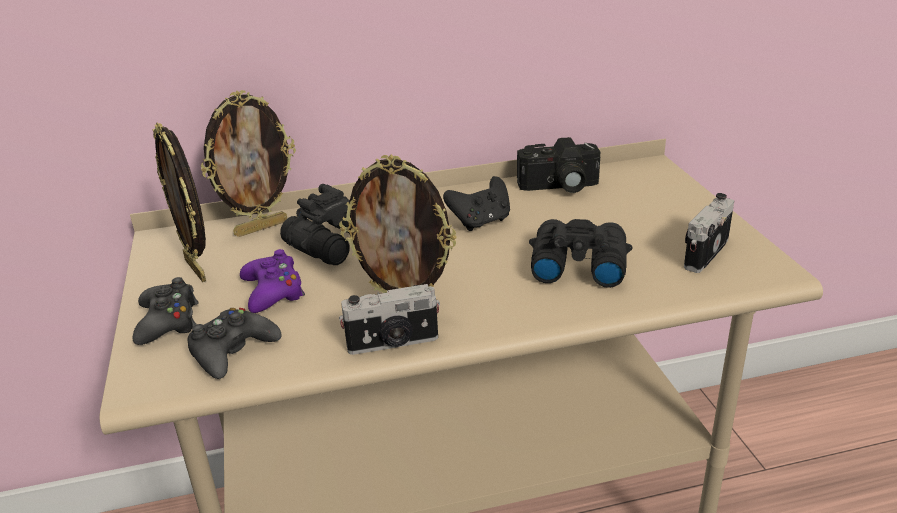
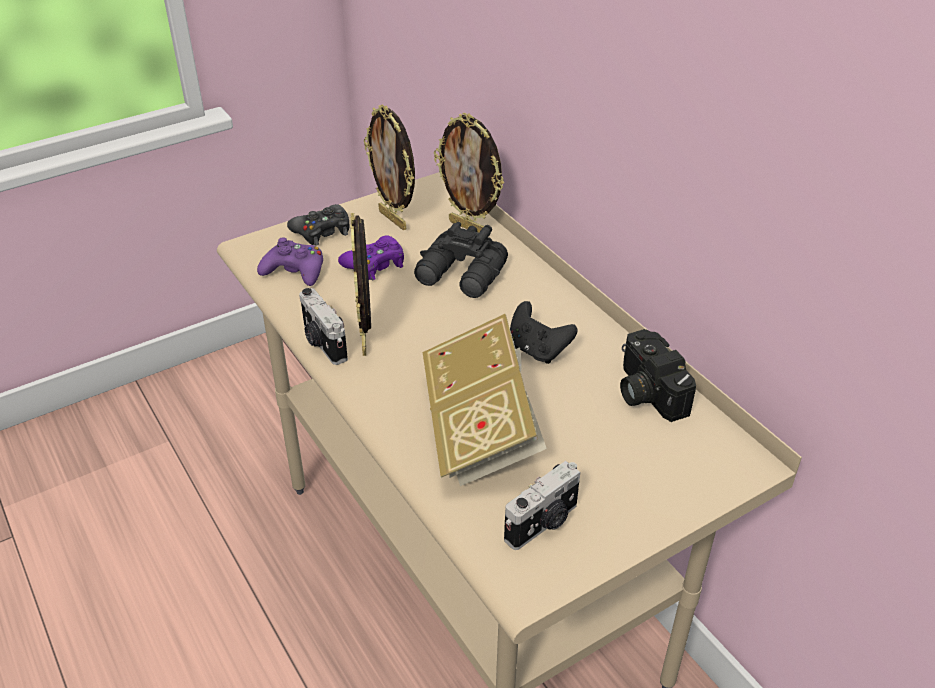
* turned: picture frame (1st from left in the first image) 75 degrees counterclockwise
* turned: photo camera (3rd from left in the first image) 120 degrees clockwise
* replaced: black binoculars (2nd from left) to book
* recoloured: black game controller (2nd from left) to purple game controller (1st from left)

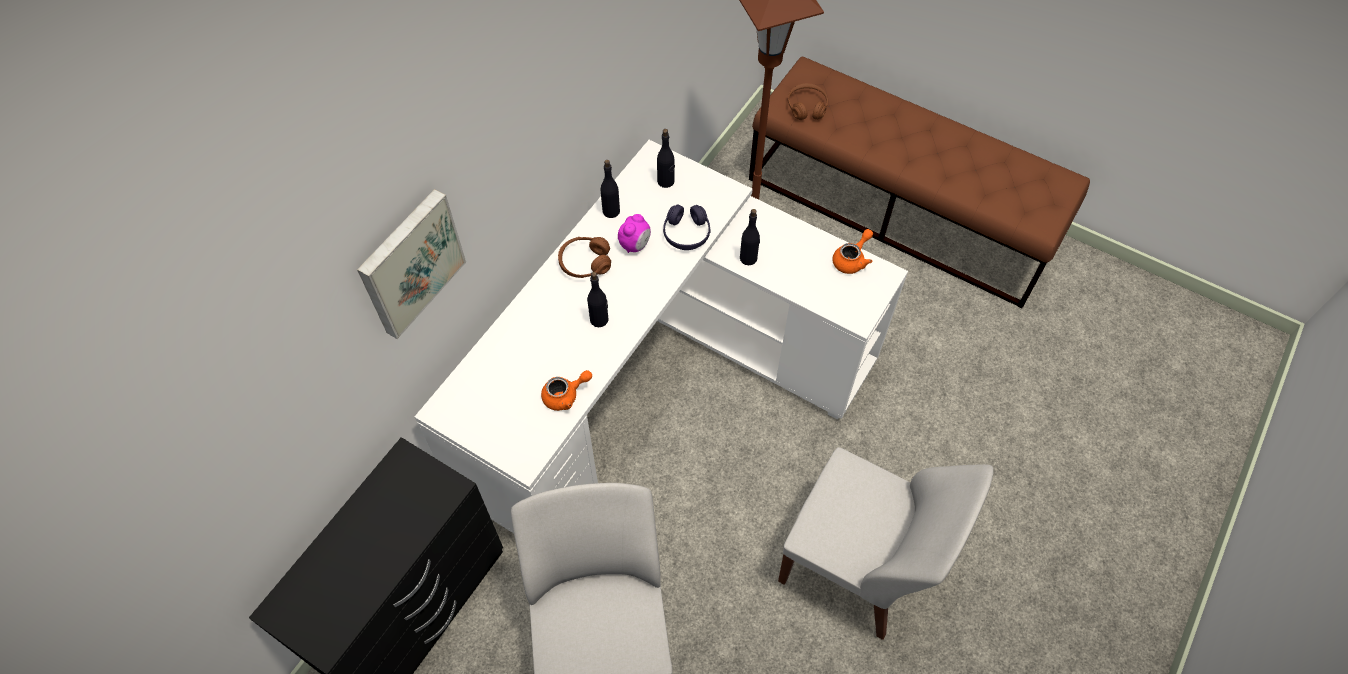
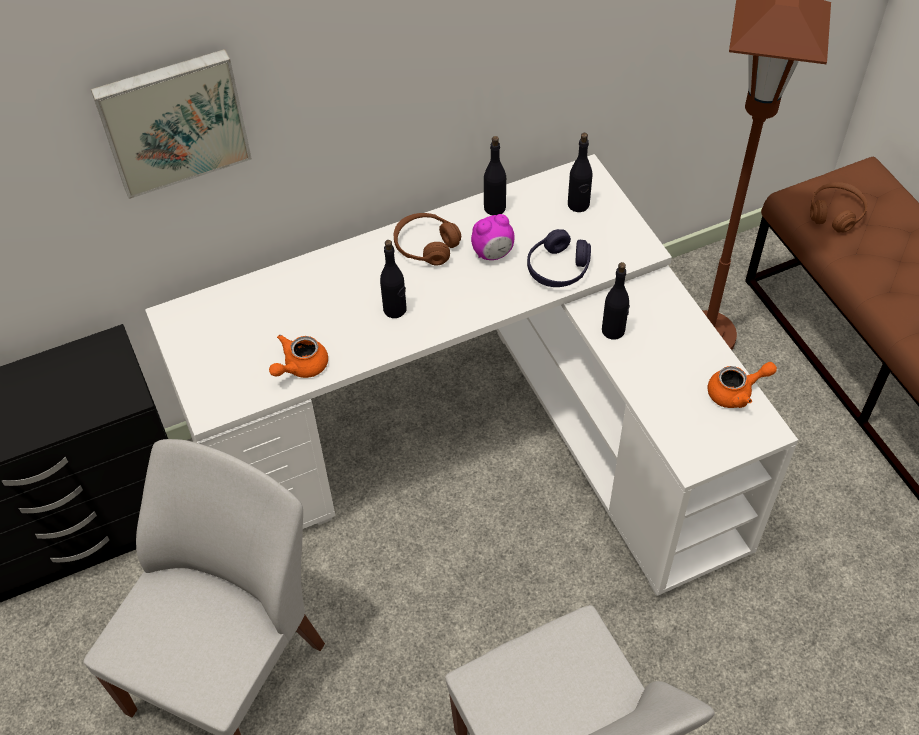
* turned: orange teapot (1st from left) 120 degrees clockwise

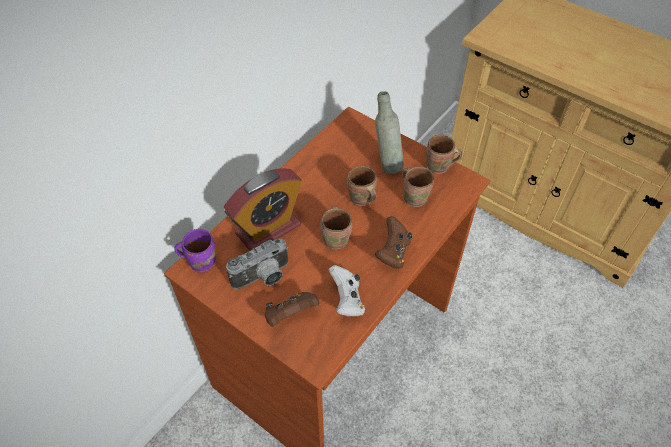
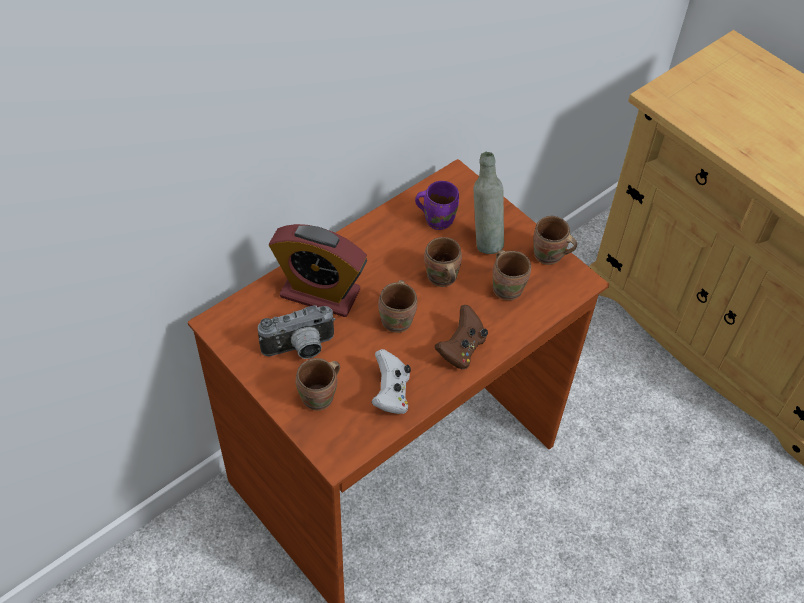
* turned: alarm clock 45 degrees clockwise
* moved: purple mug
* replaced: brown game controller (1st from left) to brown mug (1st from left)

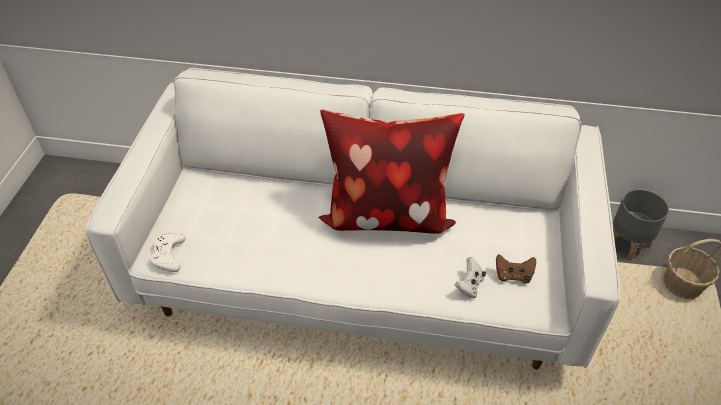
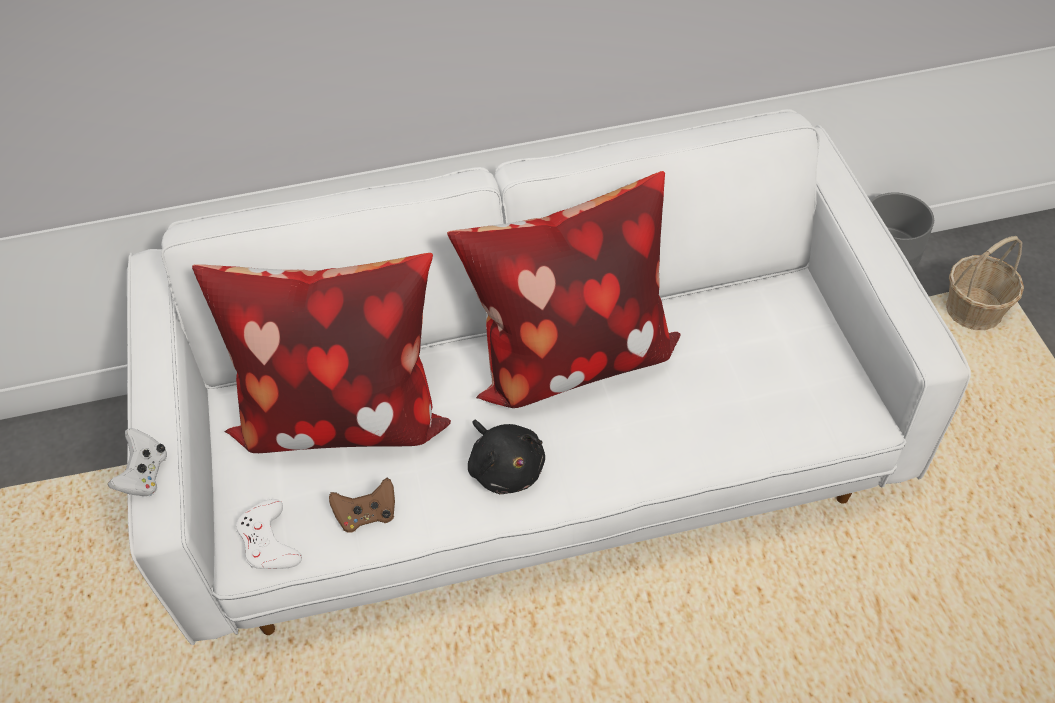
* moved: brown game controller
* moved: white game controller (2nd from left in the first image) to white game controller (1st from left)
* added: pillow (1st from left)
* added: black plush toy

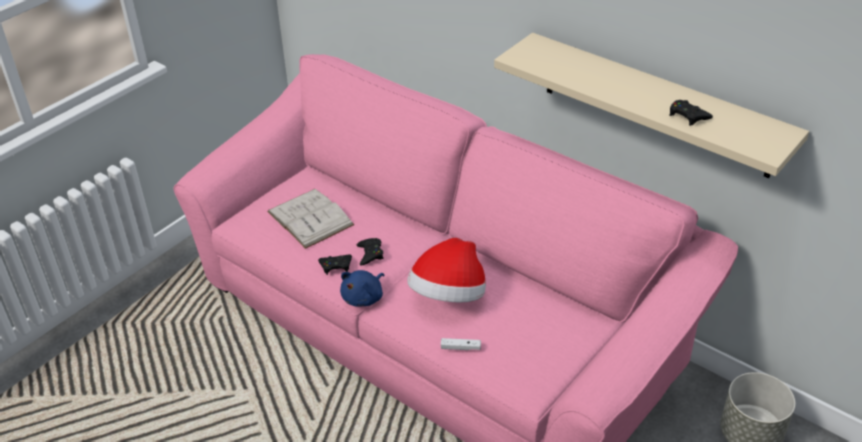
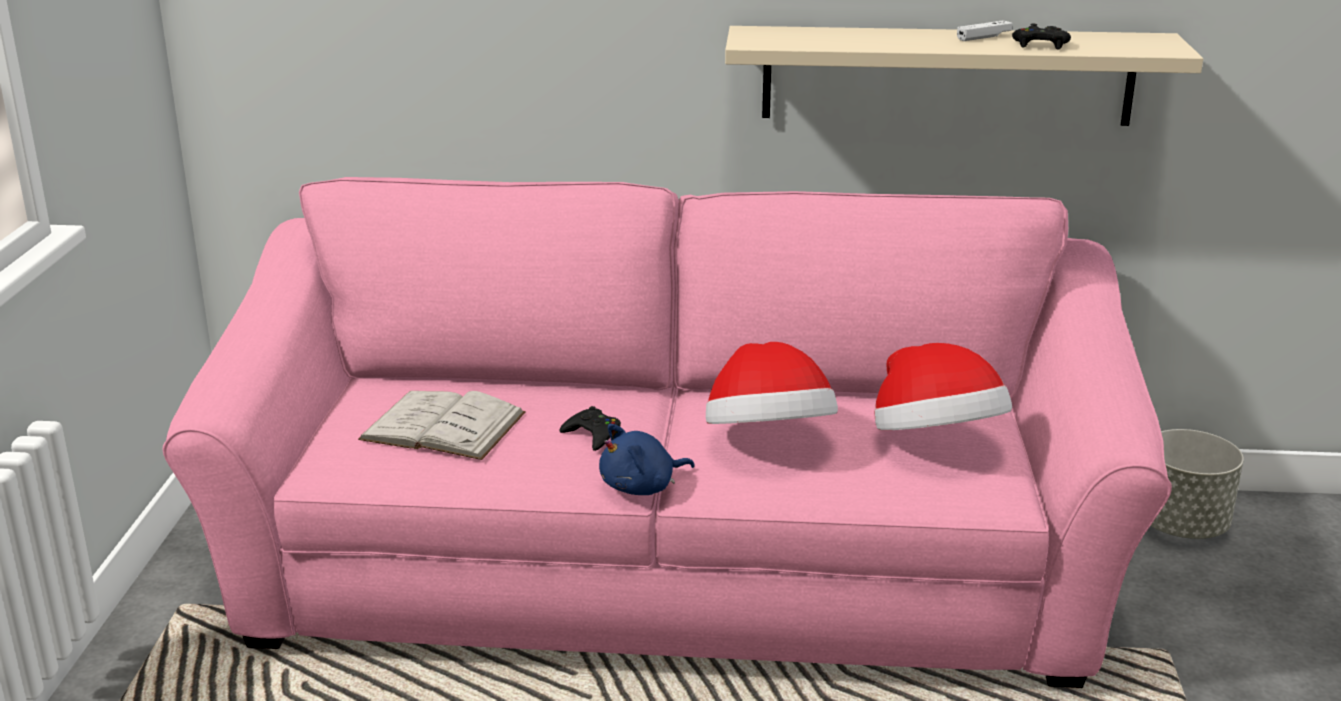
* removed: black game controller (1st from left)
* turned: blue plush toy 60 degrees clockwise
* moved: white game controller
* added: hat (2nd from left)

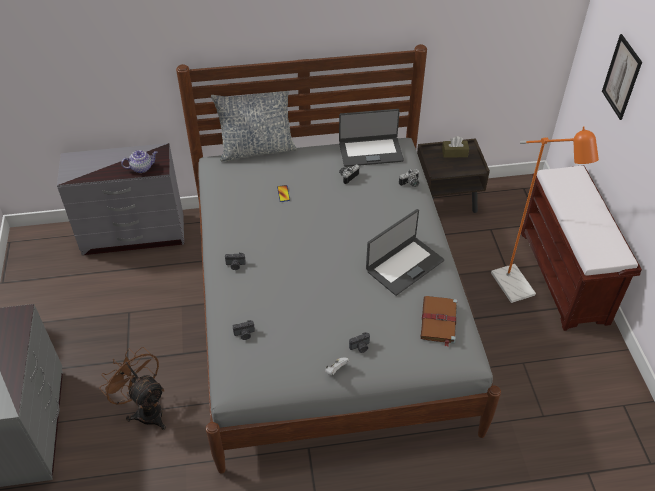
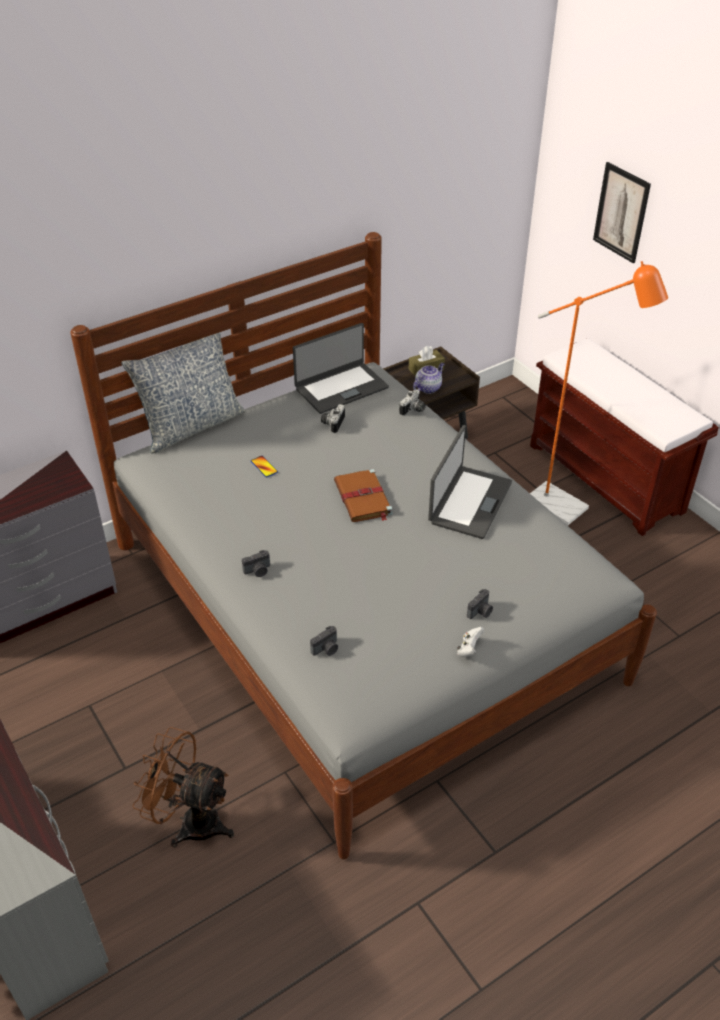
* moved: teapot
* moved: brown book

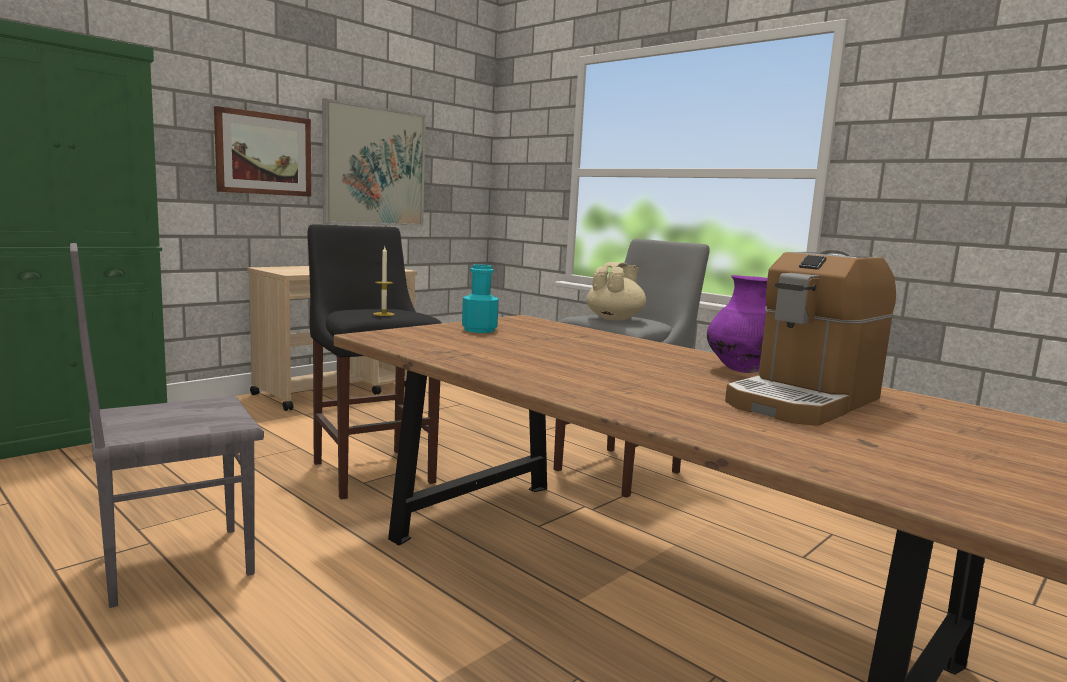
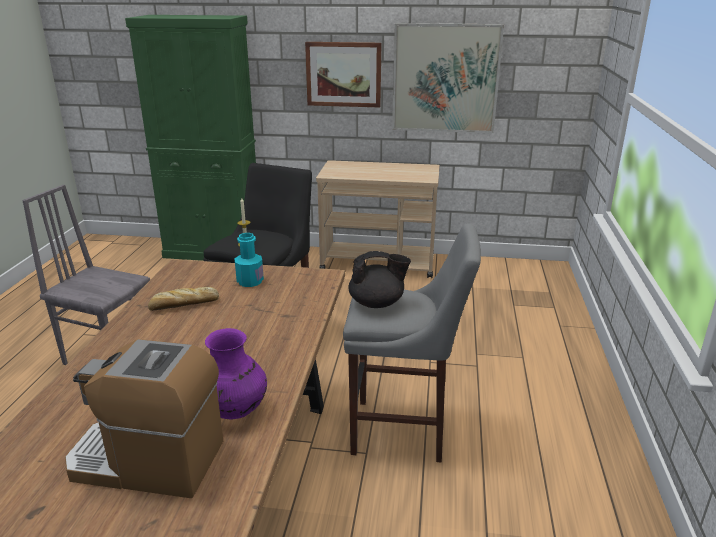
* recoloured: beige teapot to black teapot
* added: bread

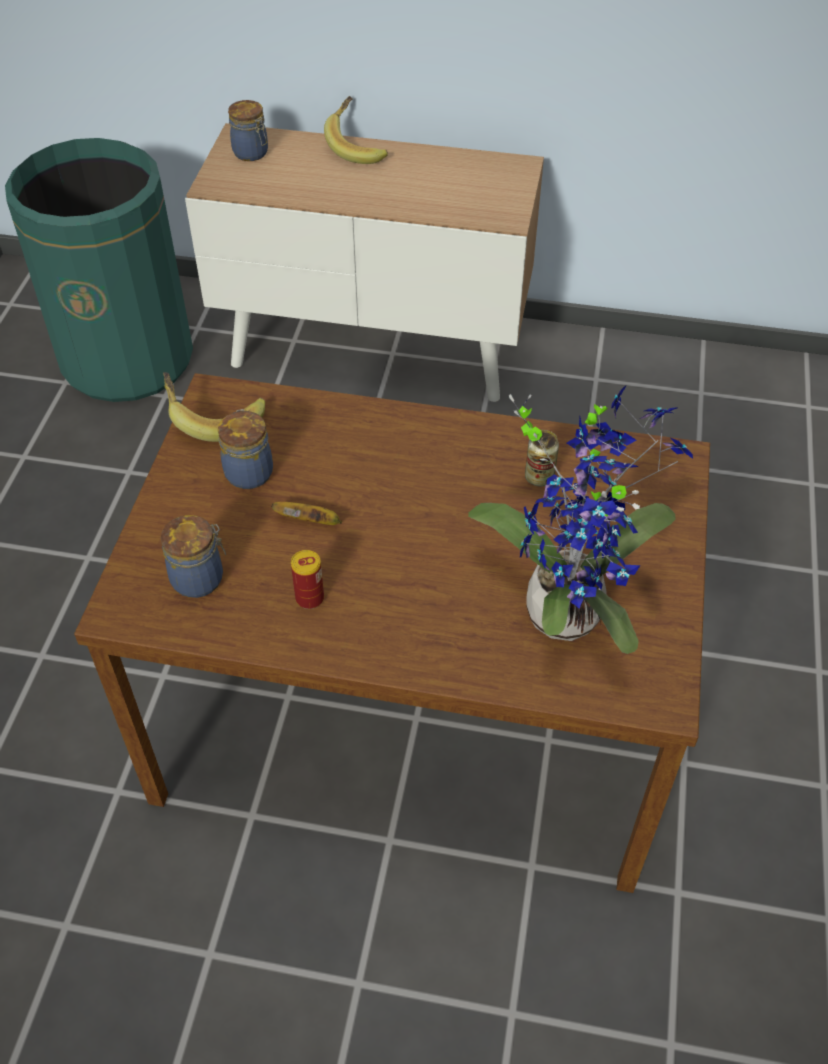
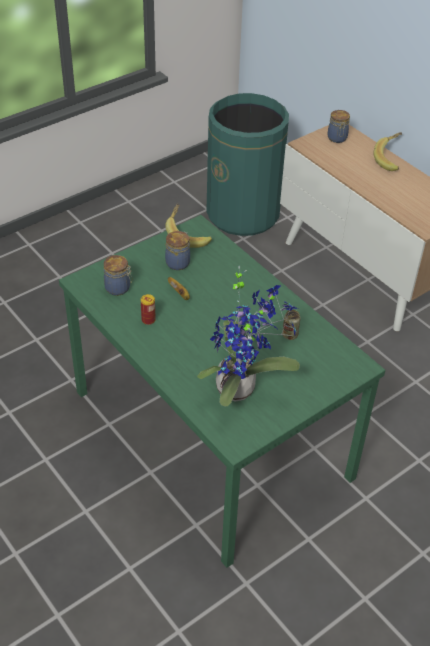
* recoloured: brown dining table to green dining table

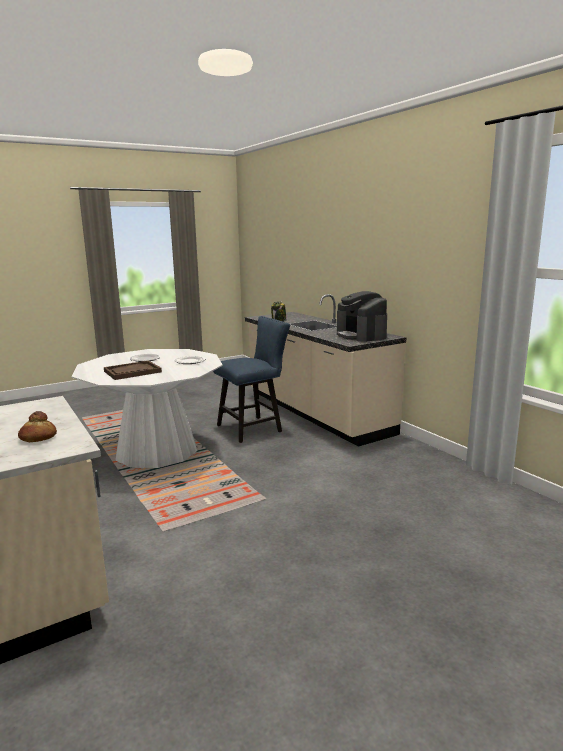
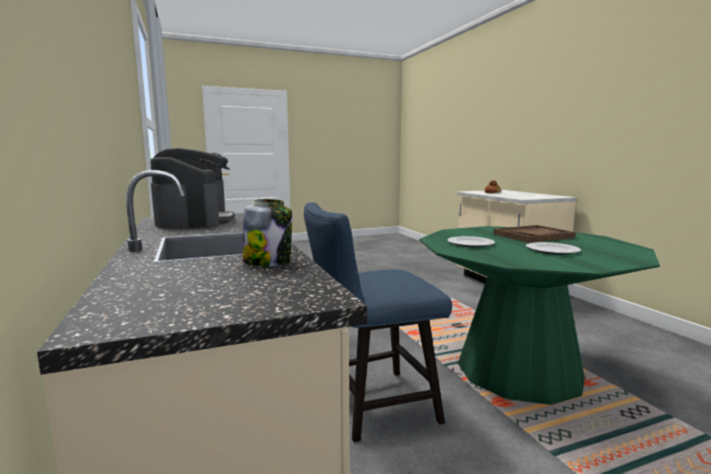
* recoloured: white dining table to green dining table

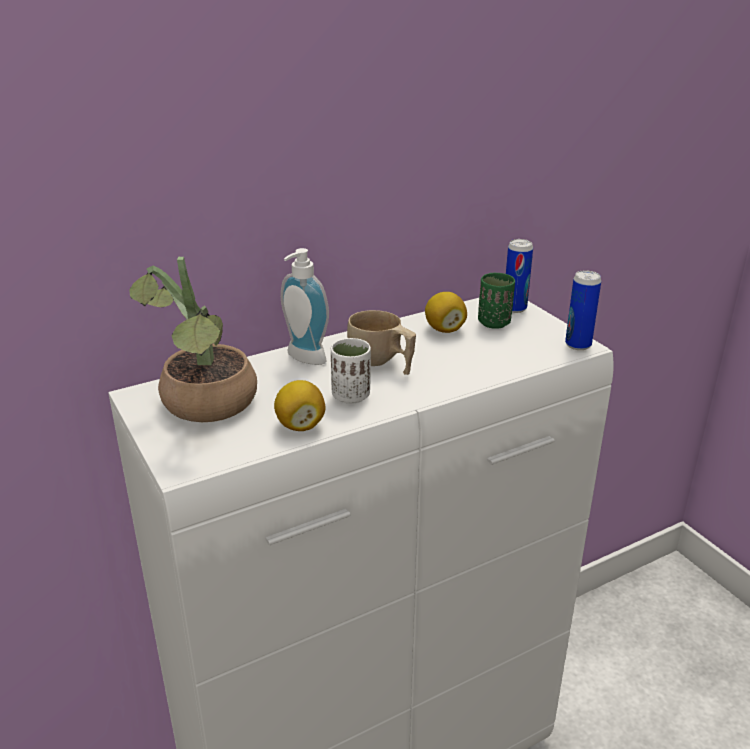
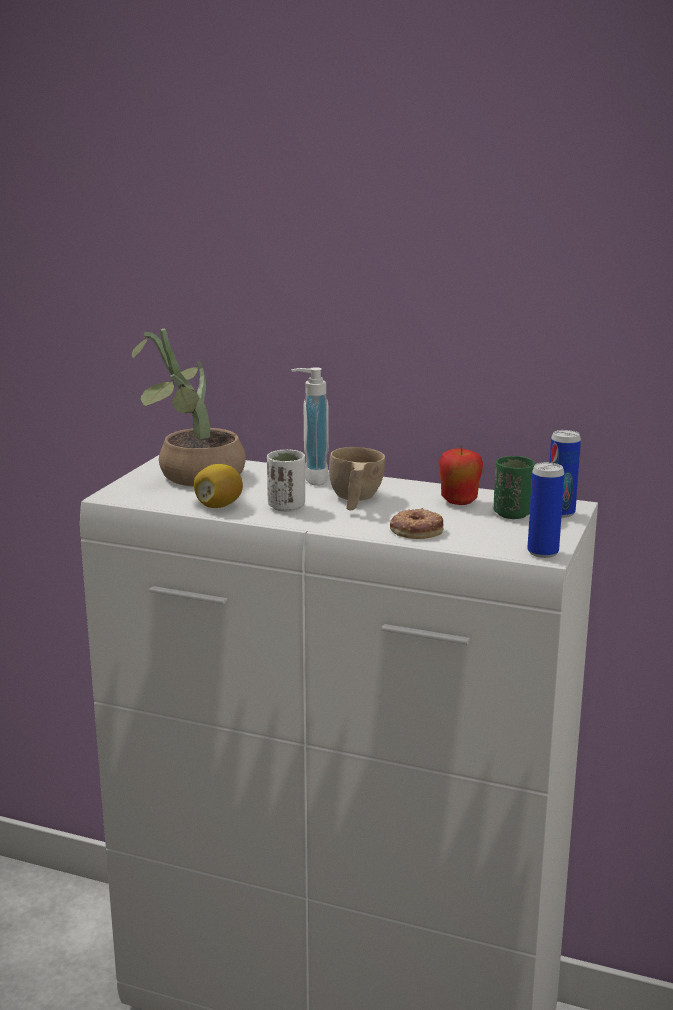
* replaced: lemon (2nd from left) to apple
* added: donut

